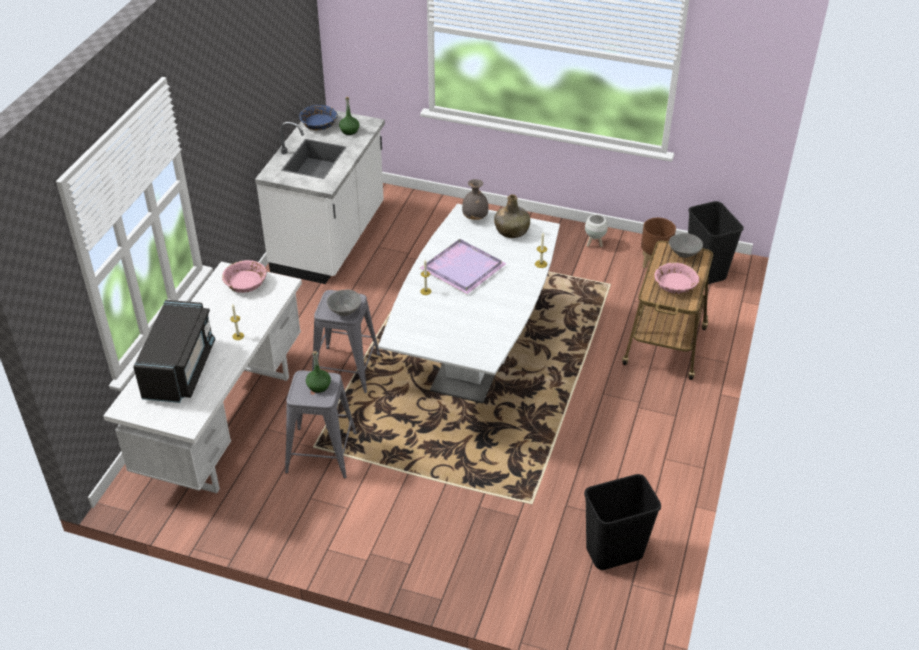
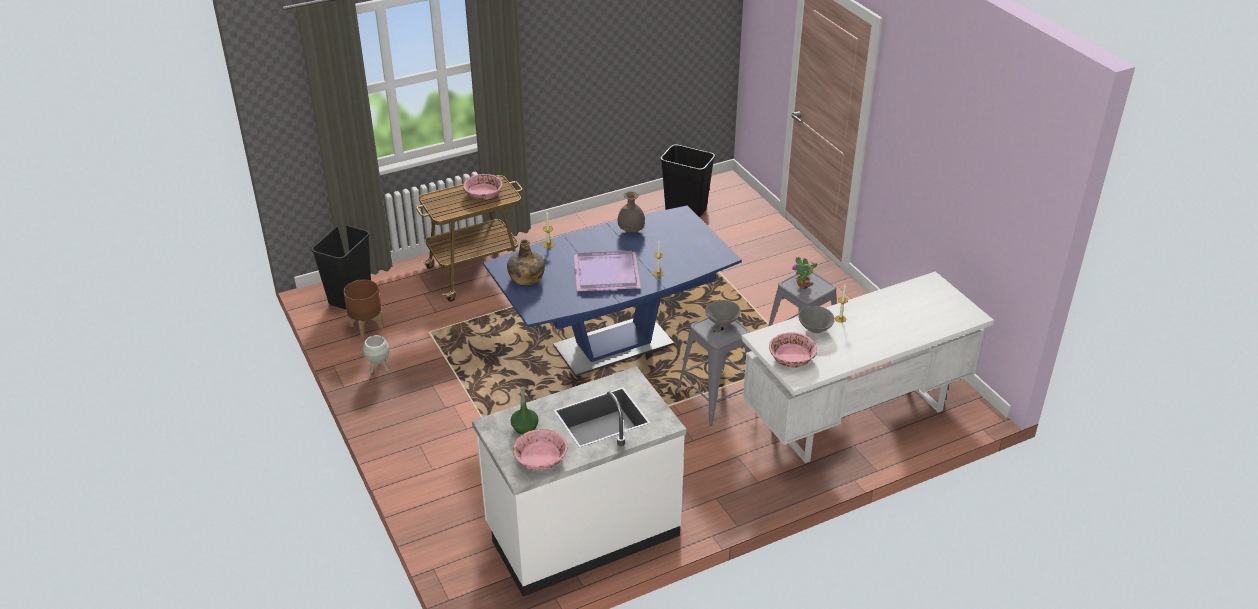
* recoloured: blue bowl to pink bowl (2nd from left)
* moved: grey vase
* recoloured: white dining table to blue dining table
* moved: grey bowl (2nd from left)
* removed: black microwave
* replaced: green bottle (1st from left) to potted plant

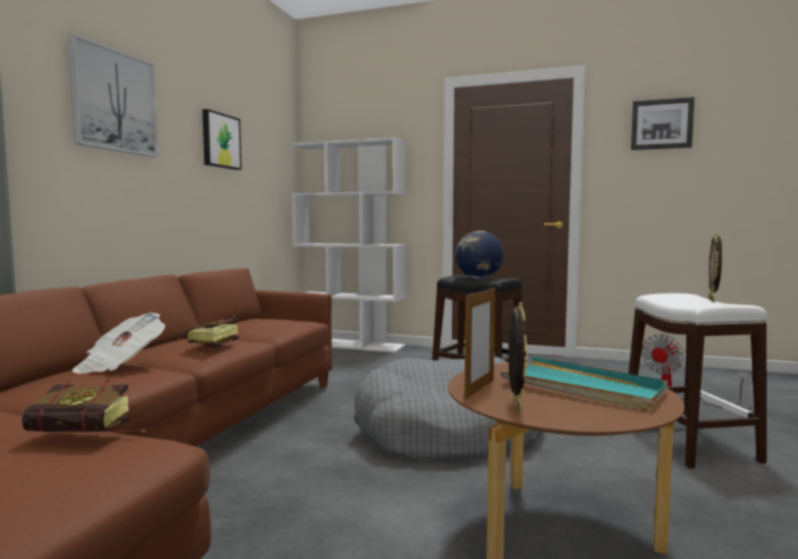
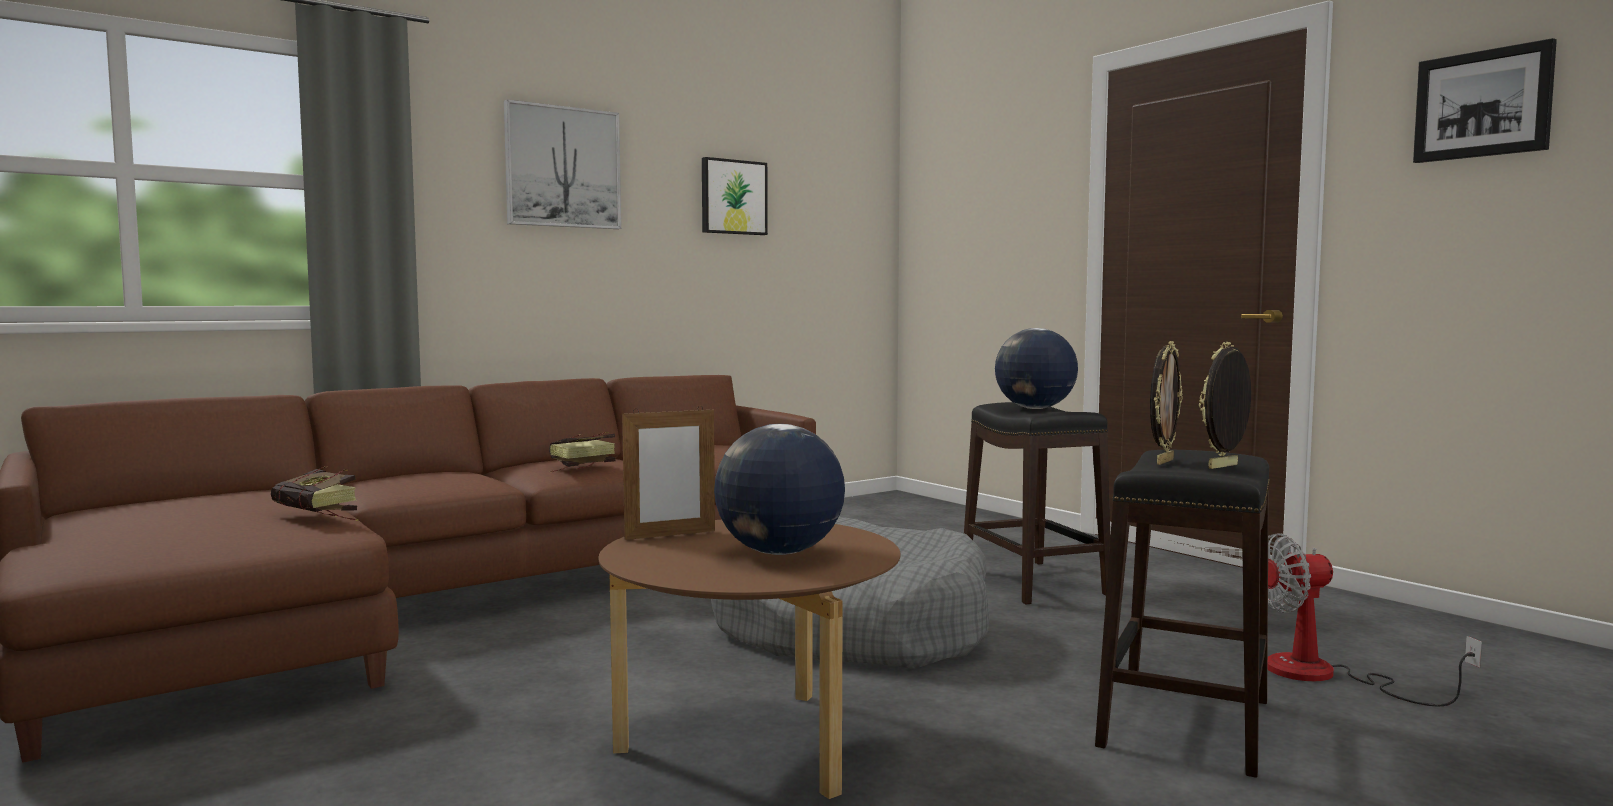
* removed: white bookcase
* recoloured: white stool to black stool (2nd from left)
* moved: picture frame (2nd from left)
* removed: newspaper
* replaced: turquoise tray to globe (1st from left)

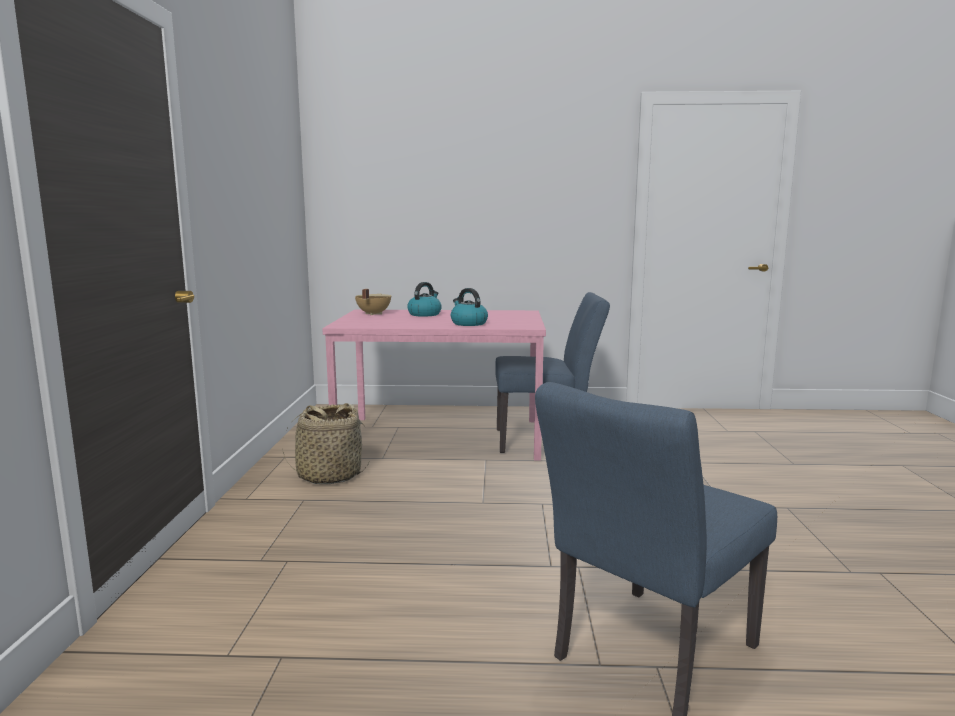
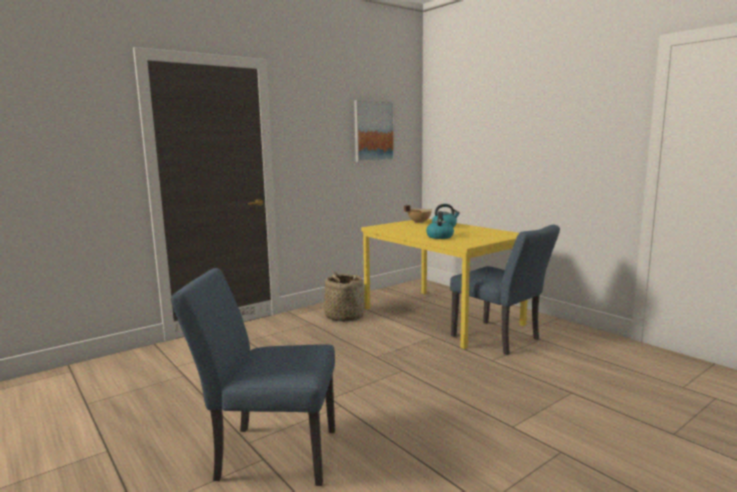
* recoloured: pink dining table to yellow dining table
* added: picture

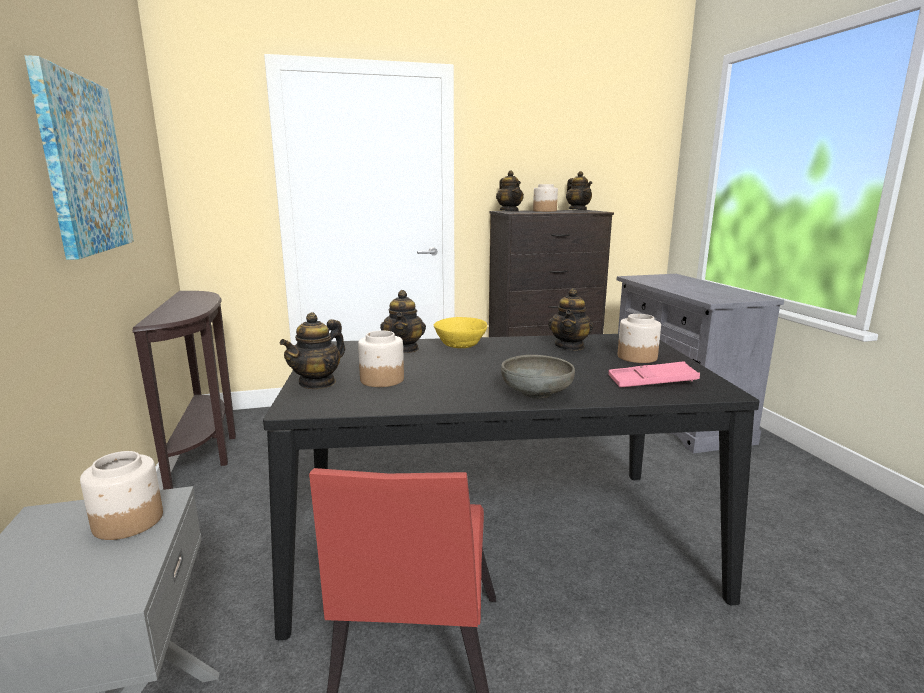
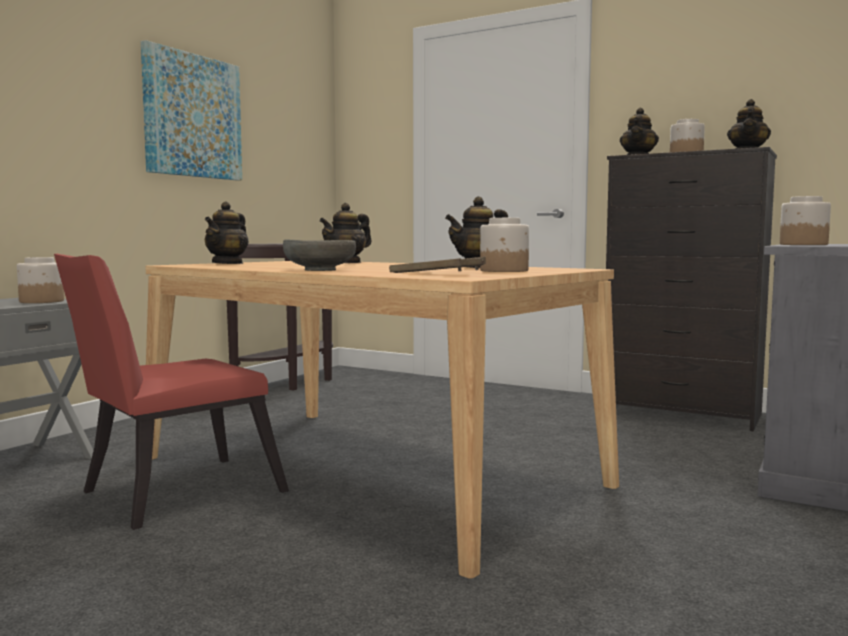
* turned: teapot (1st from left) 60 degrees counterclockwise
* removed: yellow bowl
* moved: jar (2nd from left in the first image) to jar (4th from left)
* recoloured: black dining table to beige dining table
* recoloured: pink tray to brown tray

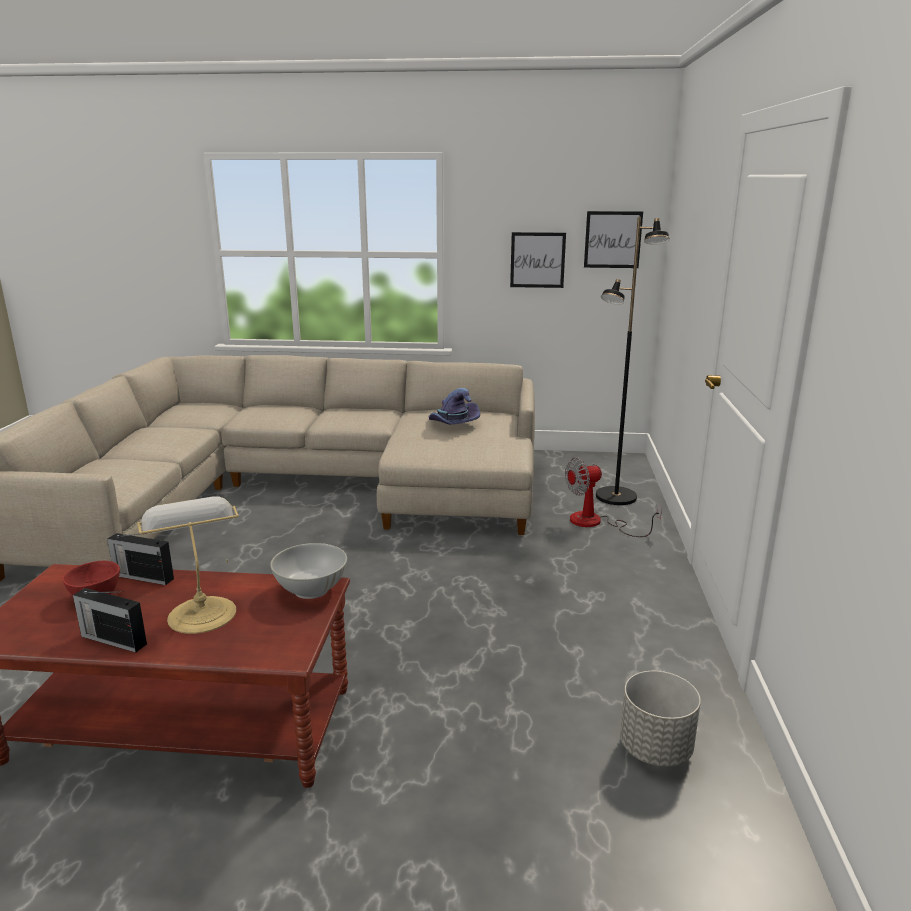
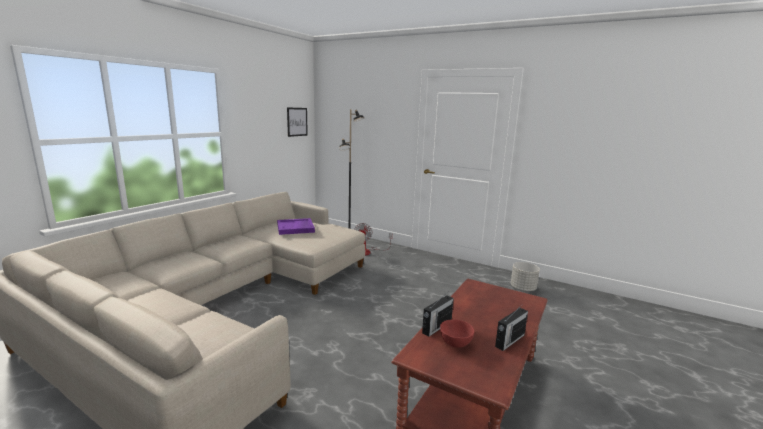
* removed: picture (1st from left)
* replaced: purple hat to purple tray
* removed: table lamp
* removed: white bowl

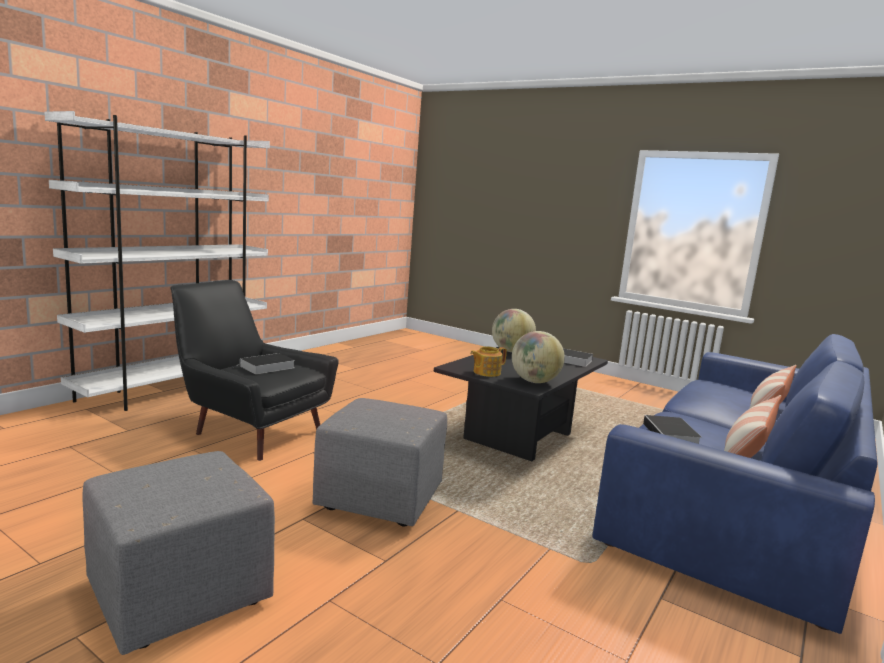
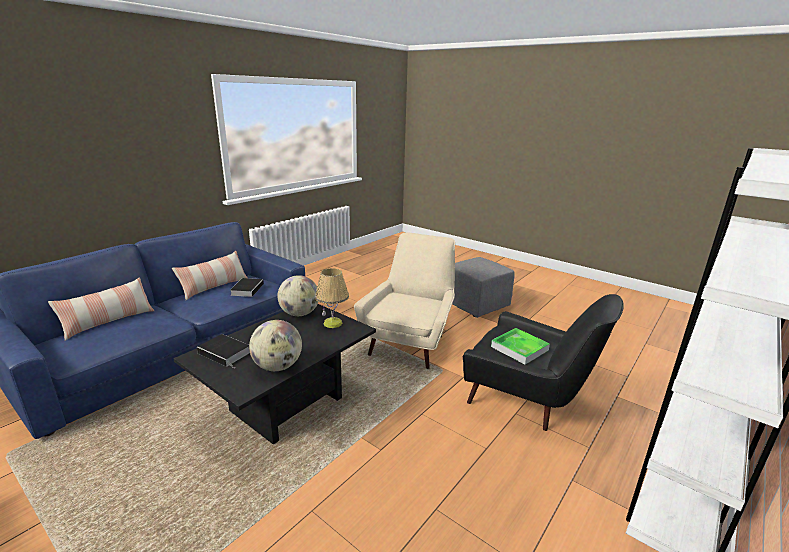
* replaced: teapot to table lamp
* replaced: book (1st from left) to tray
* replaced: grey ottoman (2nd from left) to beige armchair

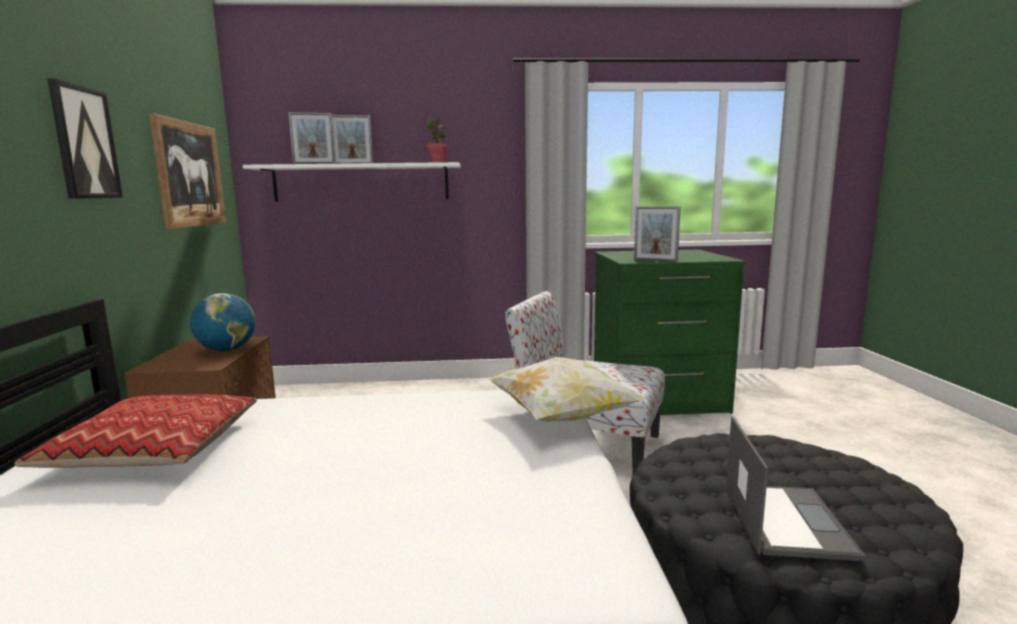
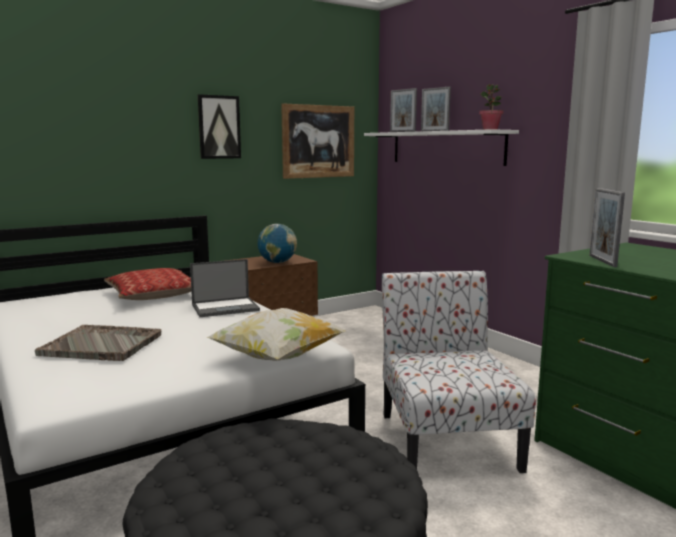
* moved: laptop
* added: grey tray

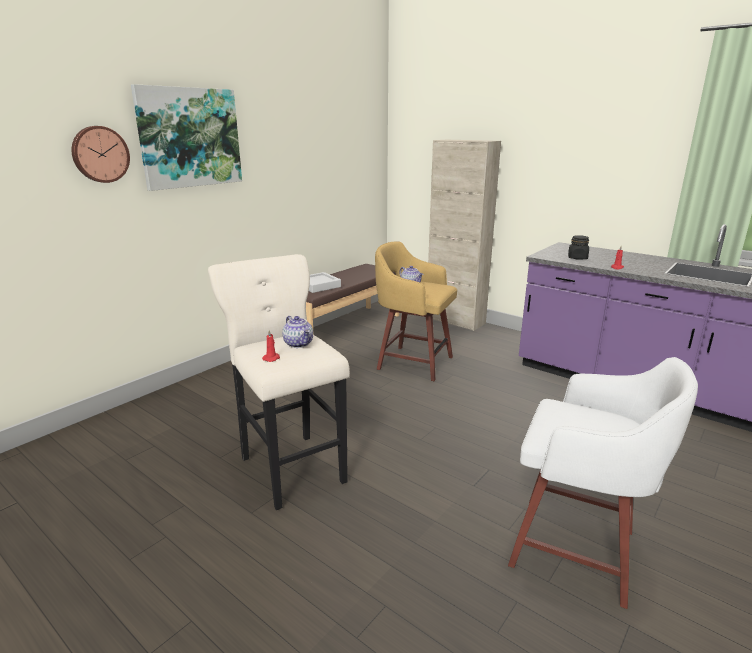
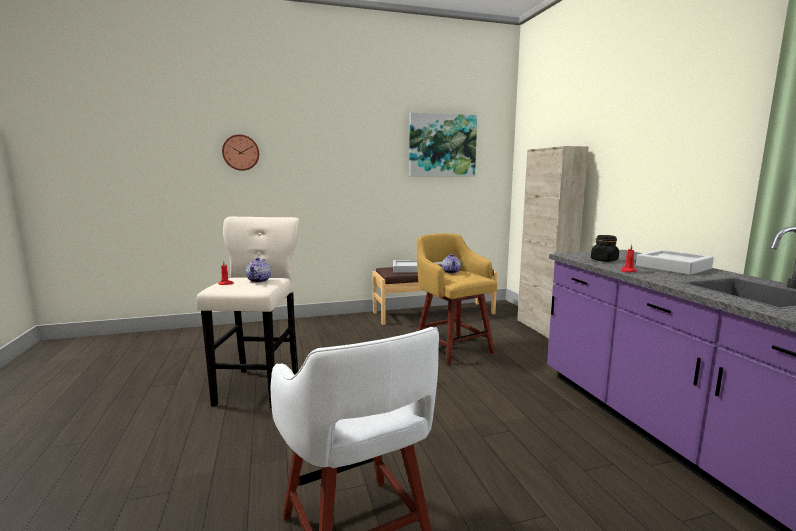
* moved: picture
* added: grey tray (2nd from left)

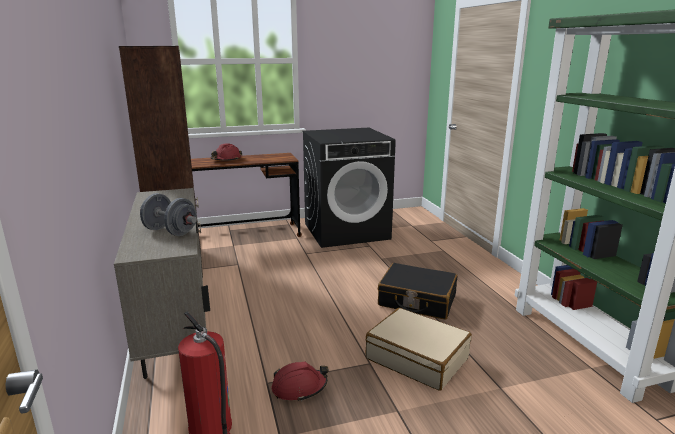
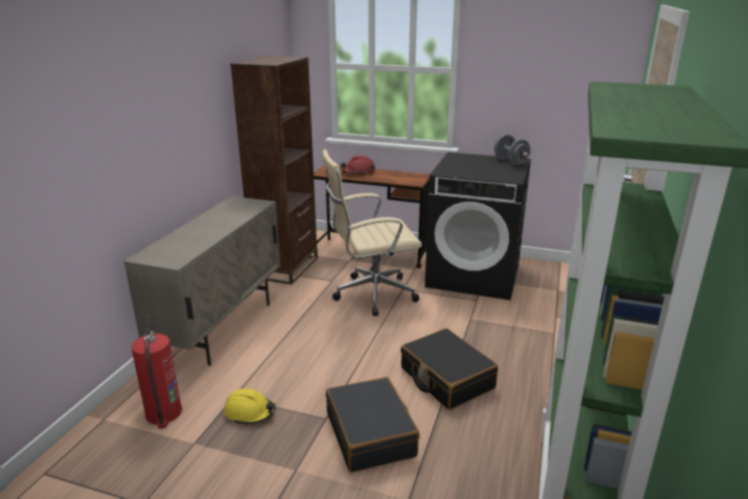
* moved: grey dumbbell
* recoloured: beige suitcase to black suitcase (1st from left)
* recoloured: red hard hat (2nd from left) to yellow hard hat
* added: beige office chair

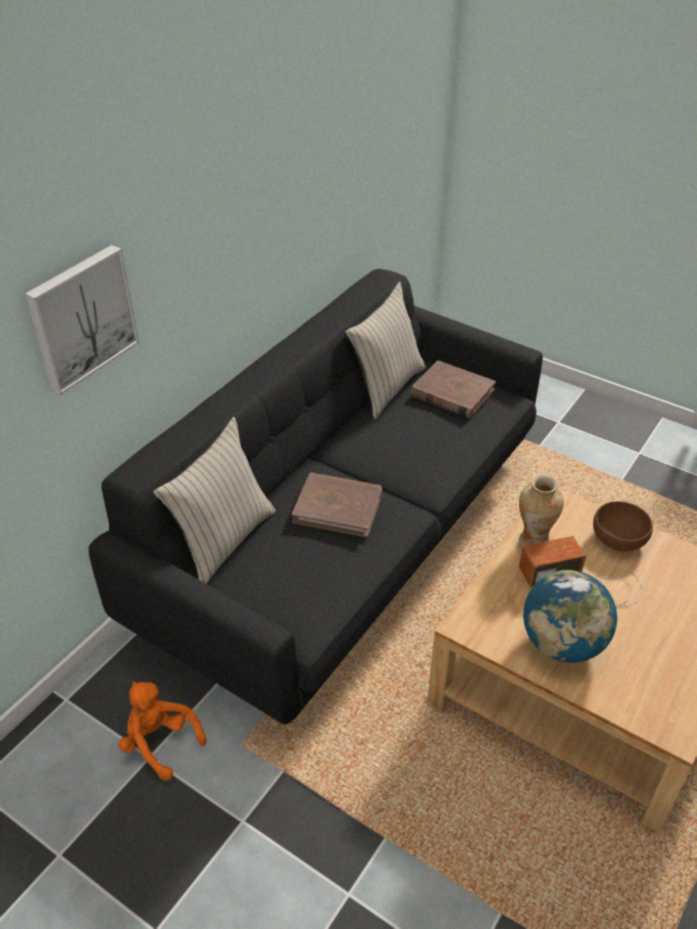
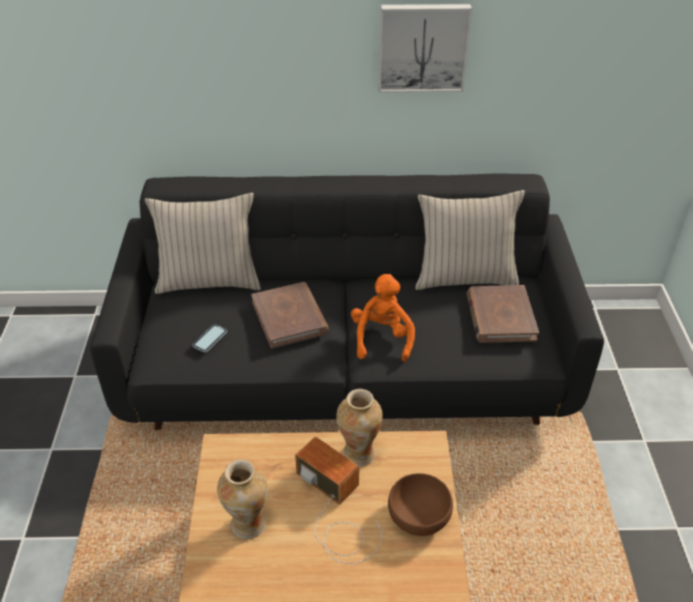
* moved: picture
* replaced: globe to vase (1st from left)
* moved: orange plush toy
* added: phone

